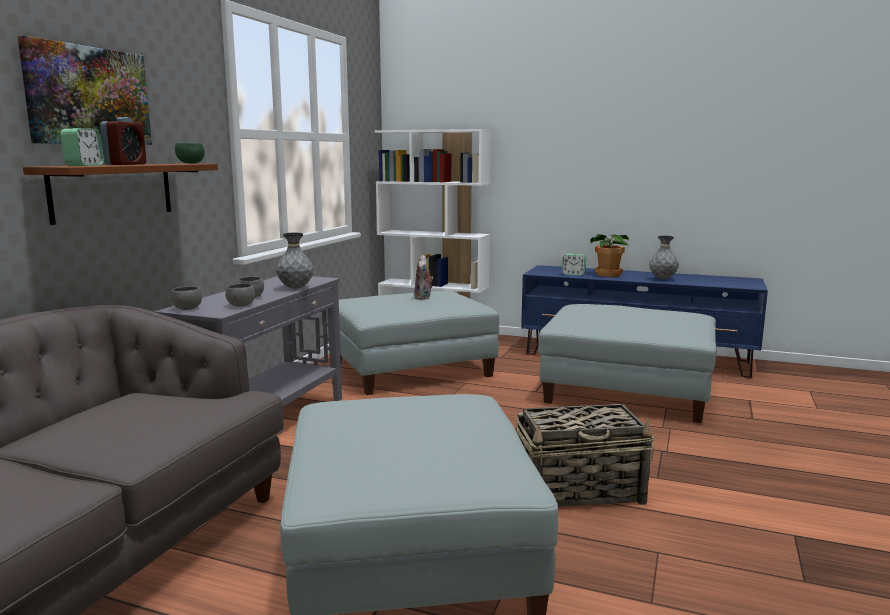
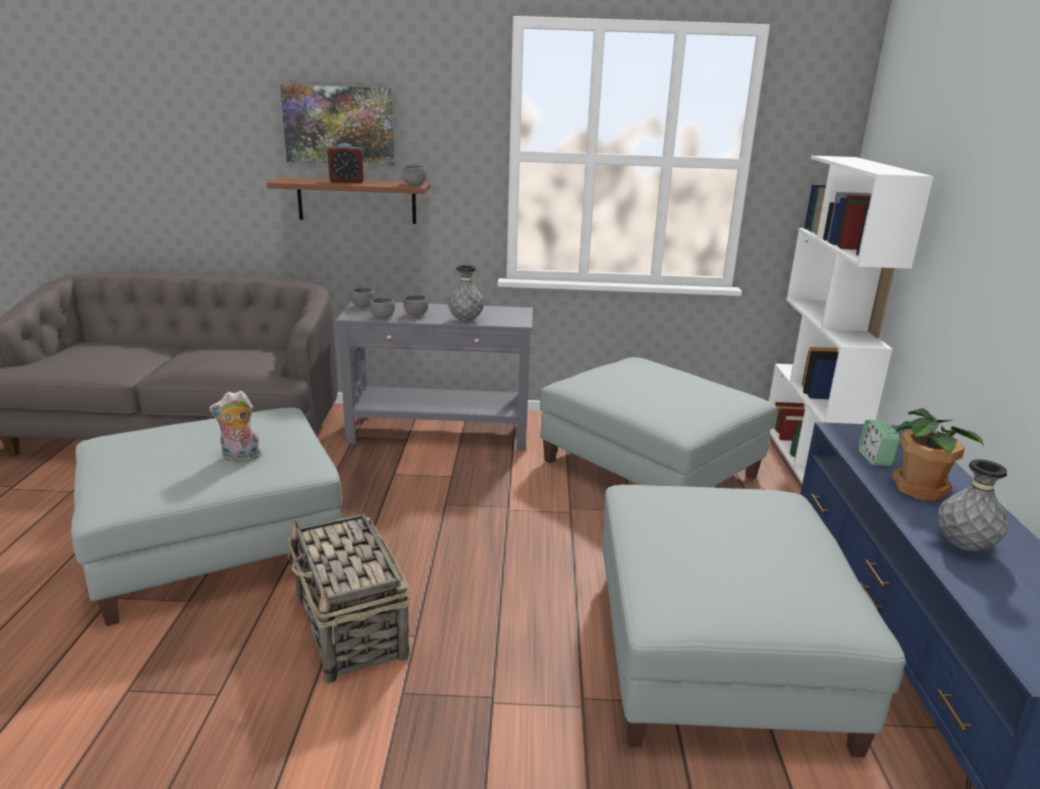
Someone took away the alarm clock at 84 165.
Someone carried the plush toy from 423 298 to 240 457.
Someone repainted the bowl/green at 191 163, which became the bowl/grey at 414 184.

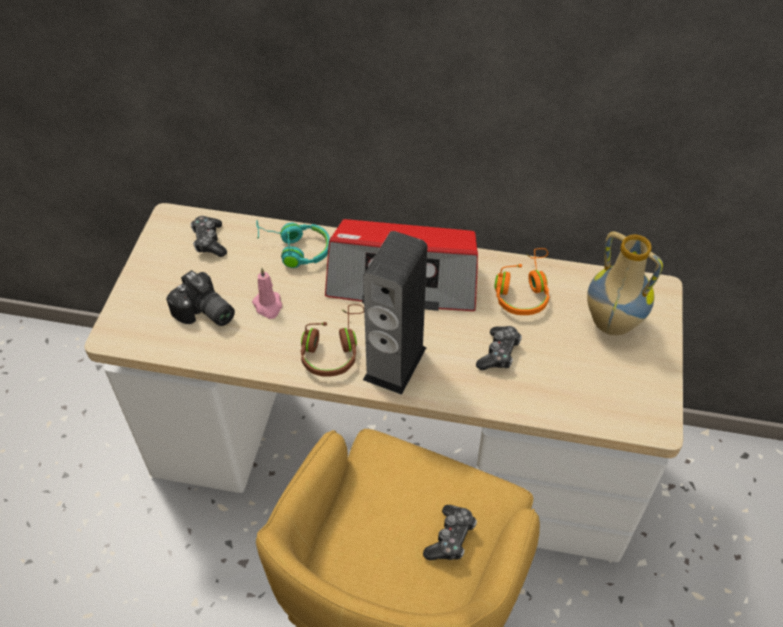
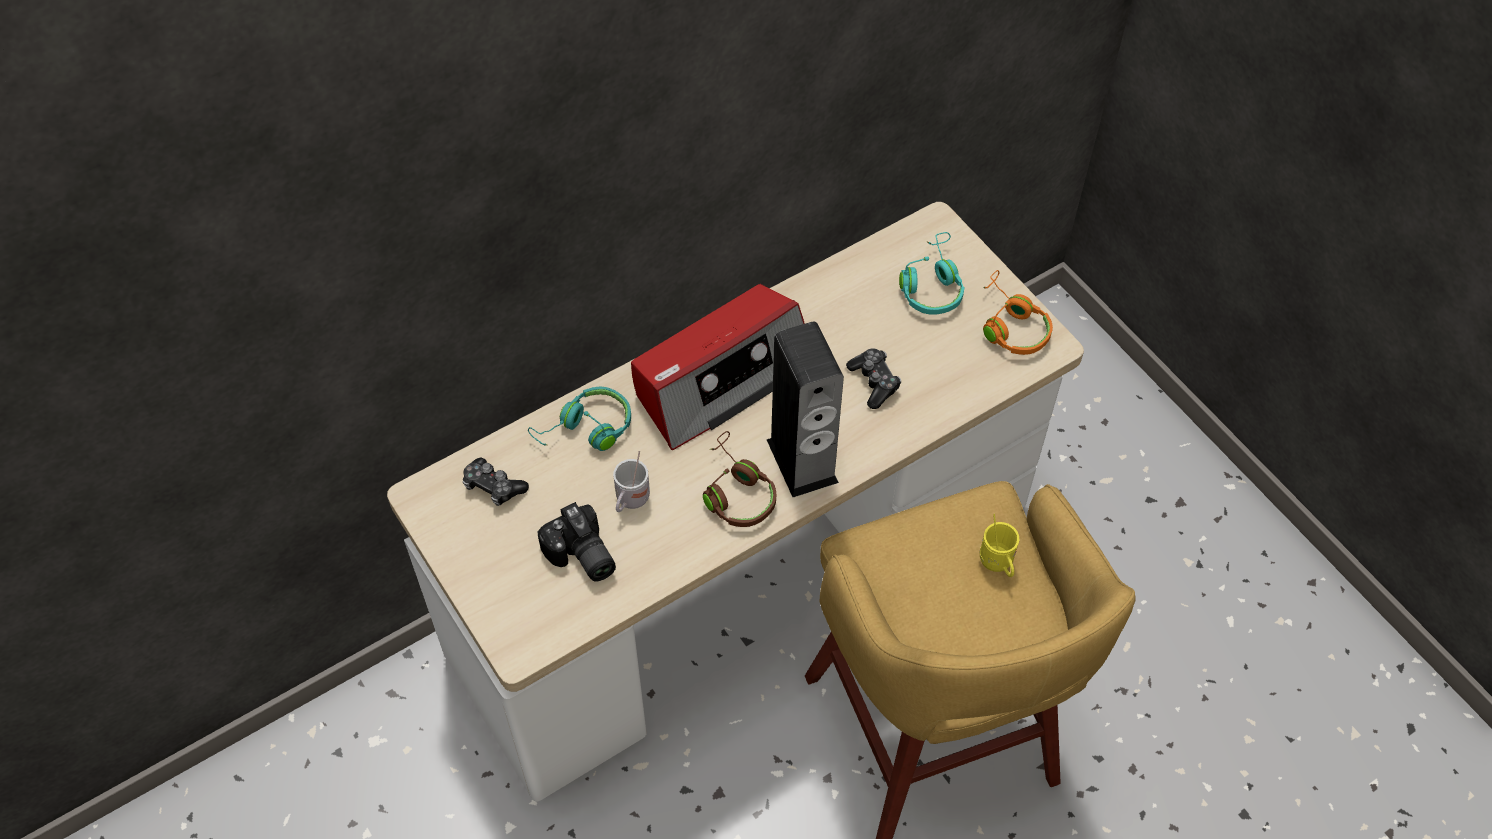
Someone carried the headphones/orange from 523 290 to 1010 325.
Someone swapped the candle/pink at 268 306 for the mug/white at 630 501.
Someone swapped the game controller at 451 538 for the mug/yellow at 998 564.
Someone swapped the vase at 610 323 for the headphones/turquoise at 931 285.
Someone rotated the photo camera at 204 314 by 60 degrees clockwise.

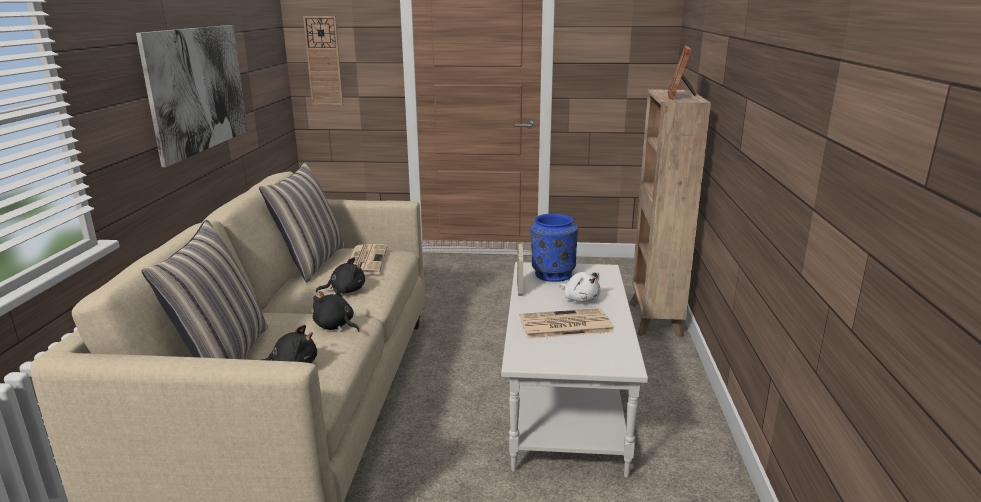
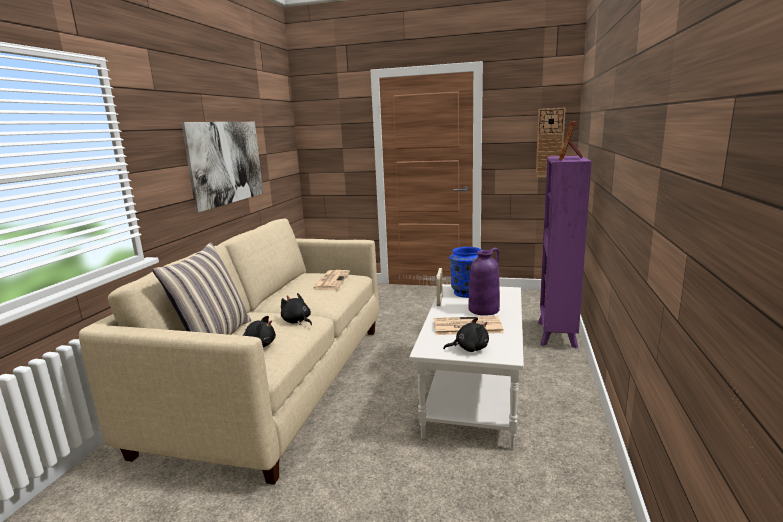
Someone took away the pillow at 311 262.
Someone carried the wall clock from 324 61 to 550 143.
Someone carried the plush toy/black from 345 291 to 469 348.
Someone swapped the plush toy/white at 580 299 for the vase/purple at 484 309.
Someone repainted the bookcase/brown at 655 320, which became the bookcase/purple at 556 335.

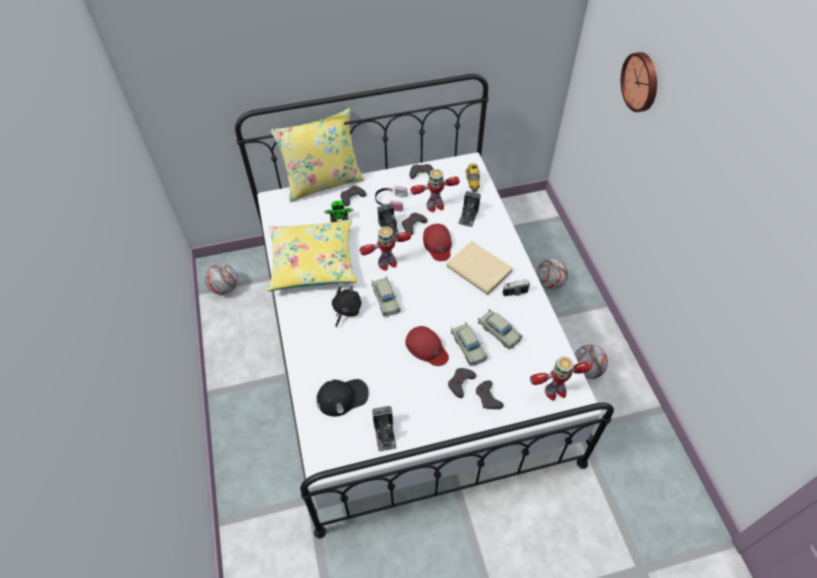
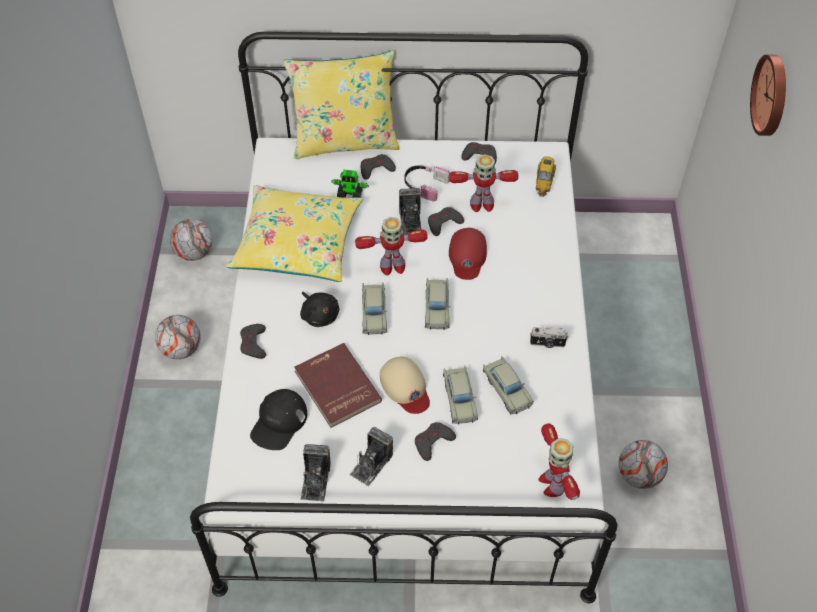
Someone took away the book/beige at 480 268.
Someone put down the book/red at 336 387.
Someone put down the toy car/beige at 437 308.
Someone carried the photo camera from 468 216 to 371 464.
Someone carried the game controller/grey from 488 398 to 253 344.
Someone carried the football from 549 283 to 181 349.
Someone repainted the cap/red at 426 348, which became the cap/beige at 405 387.
Someone rotated the cap/black at 342 397 by 120 degrees clockwise.
Someone rotated the plush toy/black at 346 310 by 105 degrees clockwise.
Someone rotated the toy robot at 555 391 by 75 degrees clockwise.

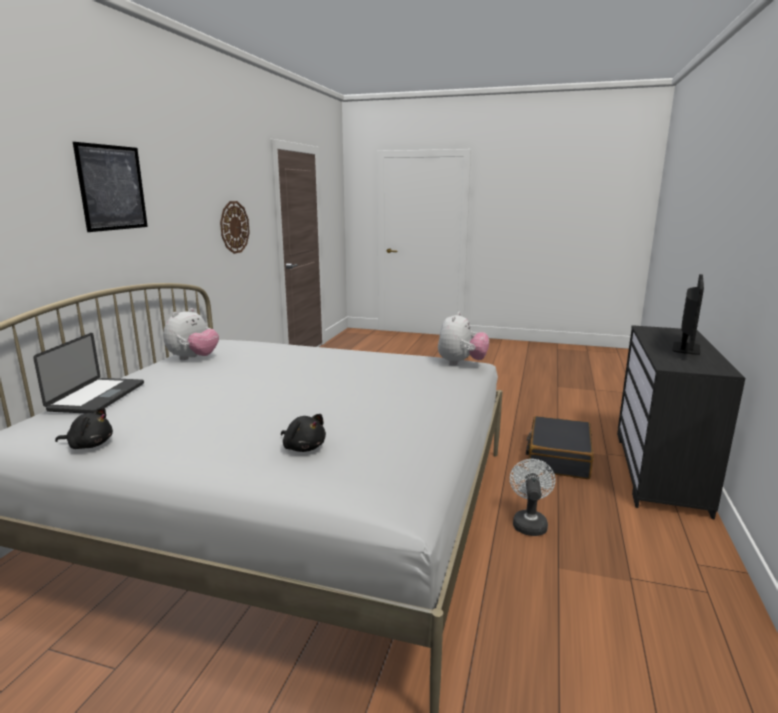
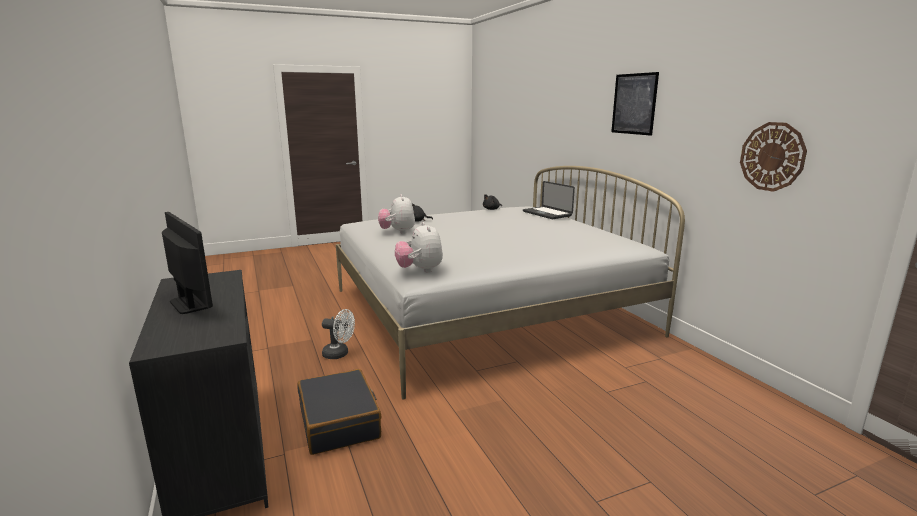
Someone carried the plush toy from 193 358 to 397 232.
Someone rotated the fan/white at 529 522 by 45 degrees counterclockwise.
Someone rotated the monitor at 686 348 by 150 degrees clockwise.

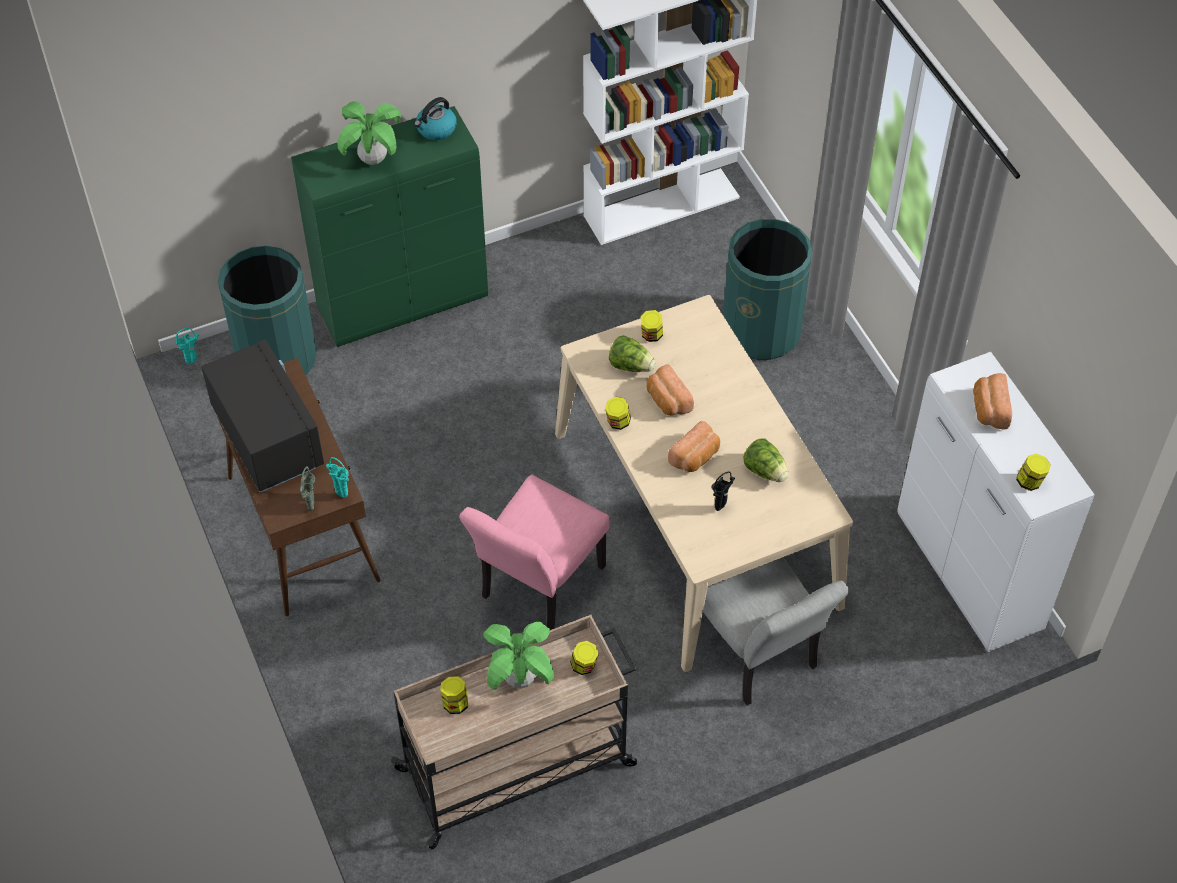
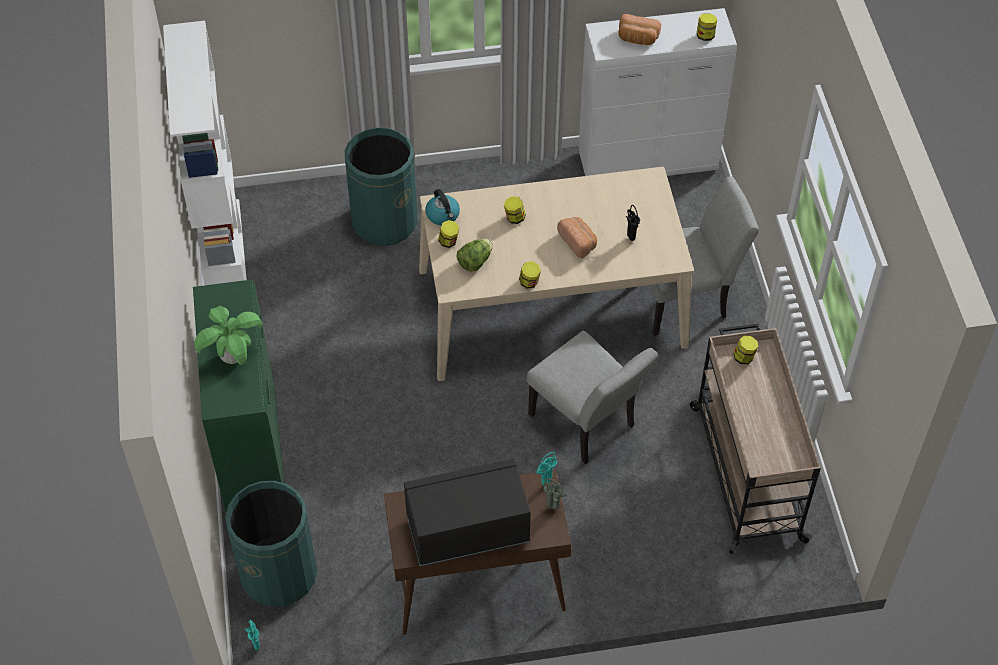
Someone took away the potted plant at 520 679.
Someone took away the bread at 667 400.
Someone took away the lettuce at 765 471.
Someone carried the kettle from 436 129 to 443 215.
Someone carried the jar from 455 703 to 514 218.
Someone repainted the chair/pink at 537 588, which became the chair/grey at 587 425.

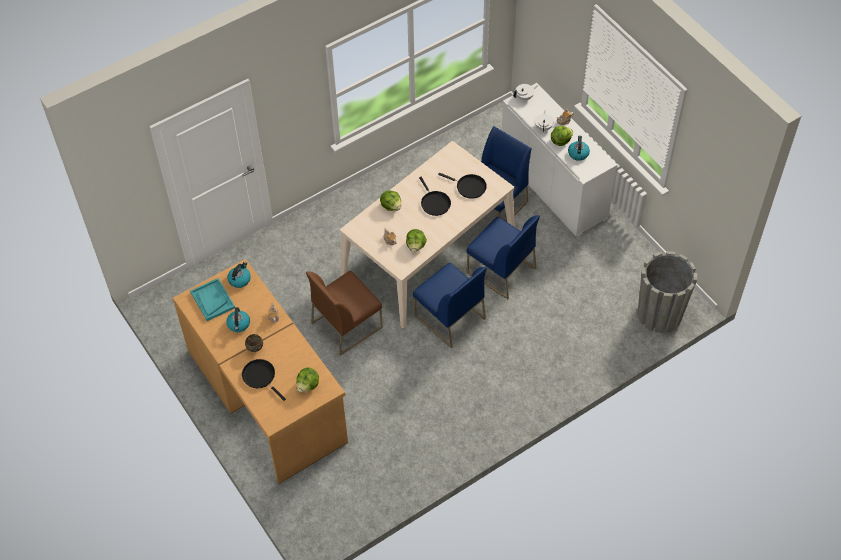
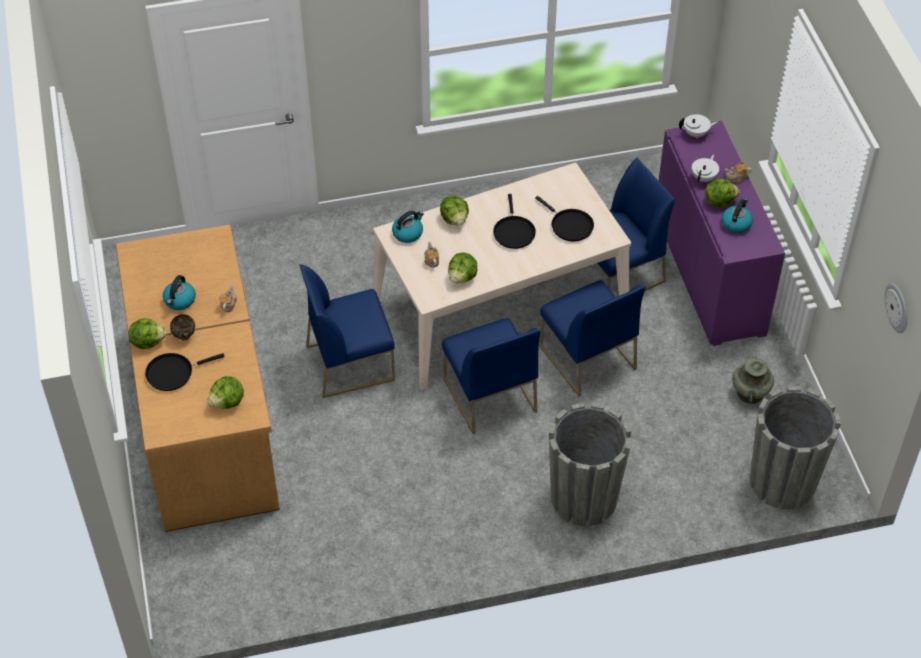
Someone took away the tray/turquoise at 212 300.
Someone put down the lettuce at 148 341.
Someone put down the planter/grey at 584 498.
Someone put down the vase/turquoise at 750 393.
Someone put up the wall clock at 897 307.
Someone carried the kettle from 239 279 to 408 233.
Someone repainted the chair/brown at 346 324, which became the chair/blue at 351 362.
Someone repainted the cabinet/white at 553 186, which became the cabinet/purple at 708 273.
Someone rotated the frying pan/black at 260 377 by 90 degrees counterclockwise.

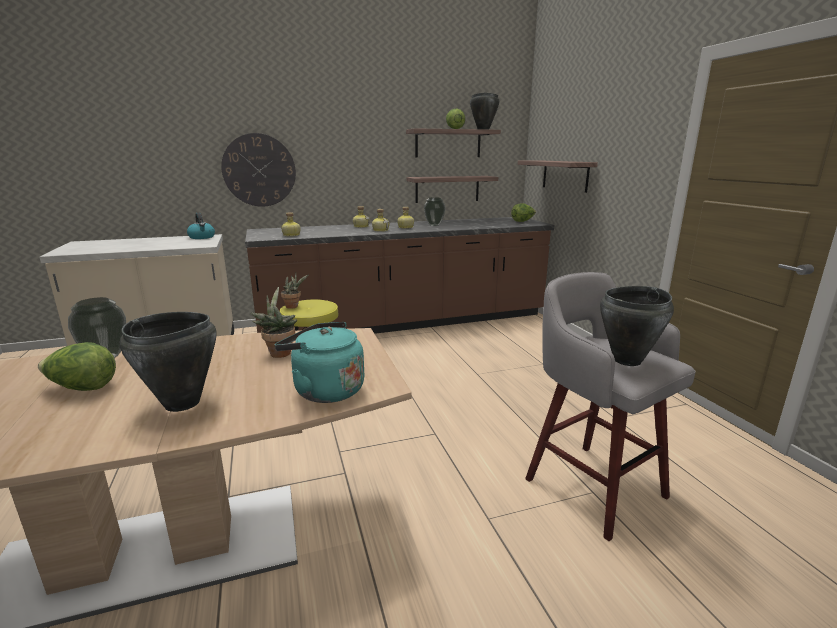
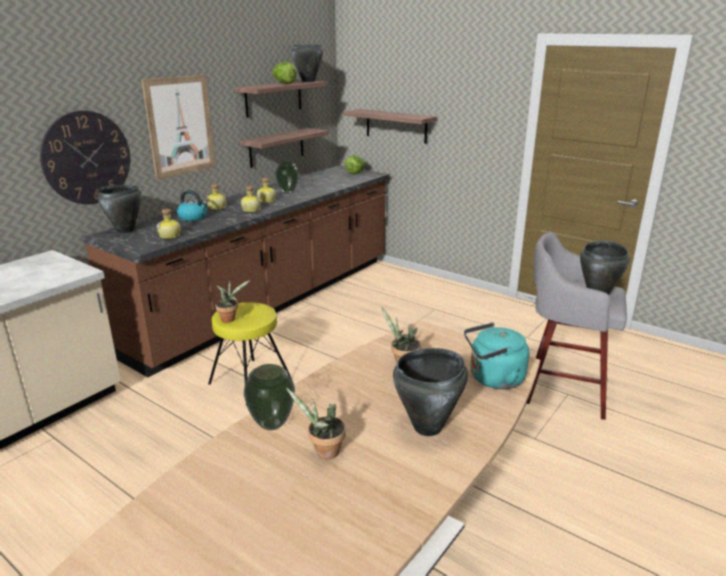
Someone put down the cooking pot/black at 125 230.
Someone put up the picture at 180 126.
Someone carried the kettle from 202 237 to 193 217.
Someone swapped the lettuce at 82 388 for the potted plant at 323 452.

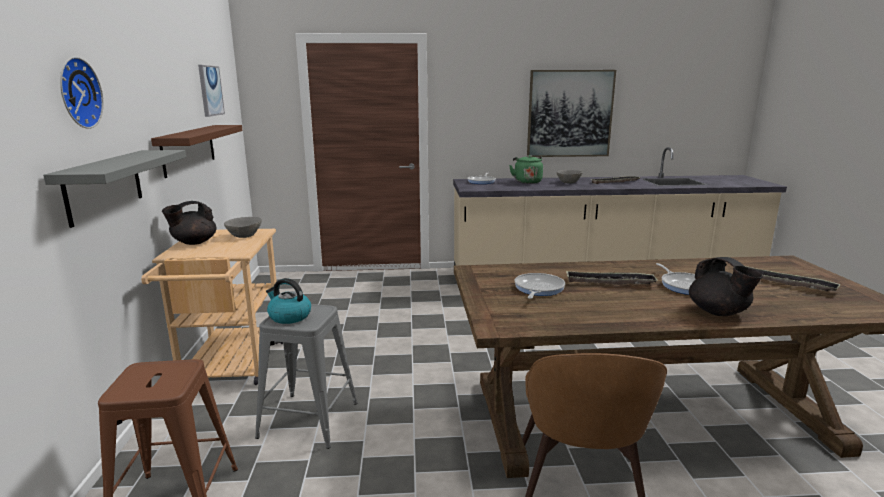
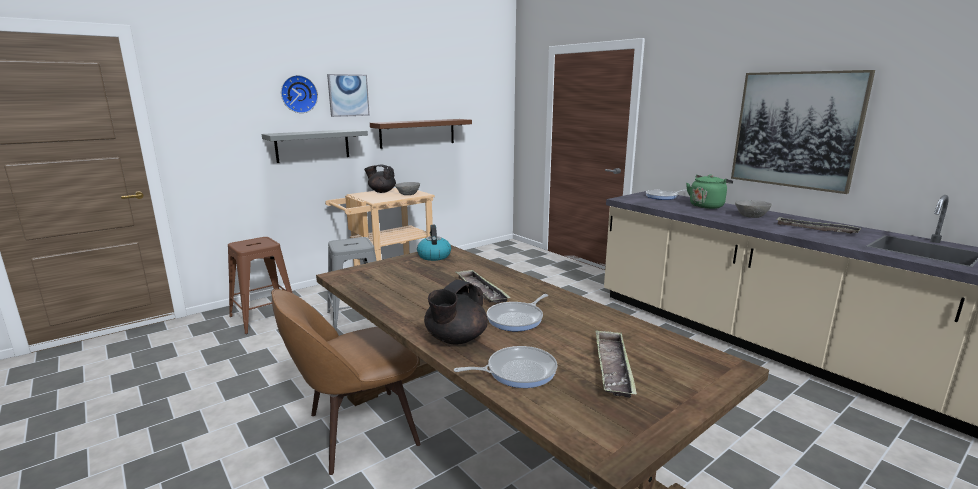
Someone carried the picture from 210 90 to 348 95.
Someone carried the kettle from 289 316 to 434 256.
Someone carried the frying pan from 538 289 to 517 371.

